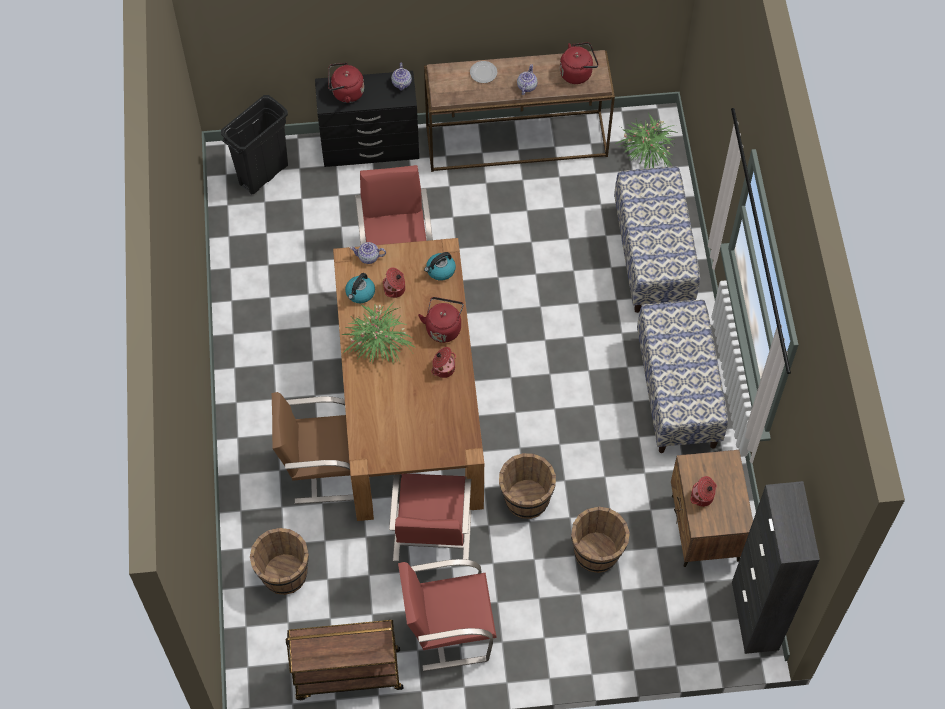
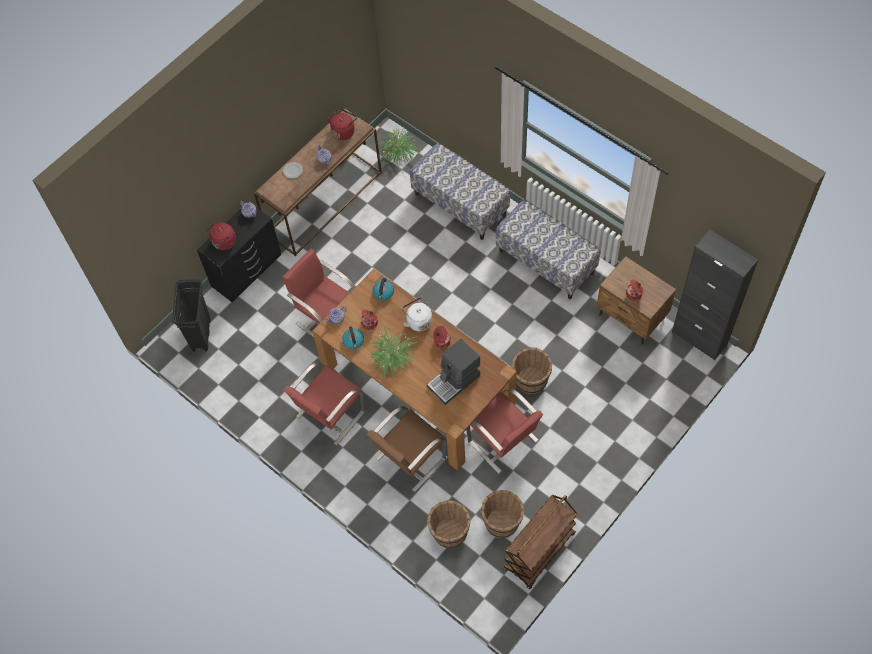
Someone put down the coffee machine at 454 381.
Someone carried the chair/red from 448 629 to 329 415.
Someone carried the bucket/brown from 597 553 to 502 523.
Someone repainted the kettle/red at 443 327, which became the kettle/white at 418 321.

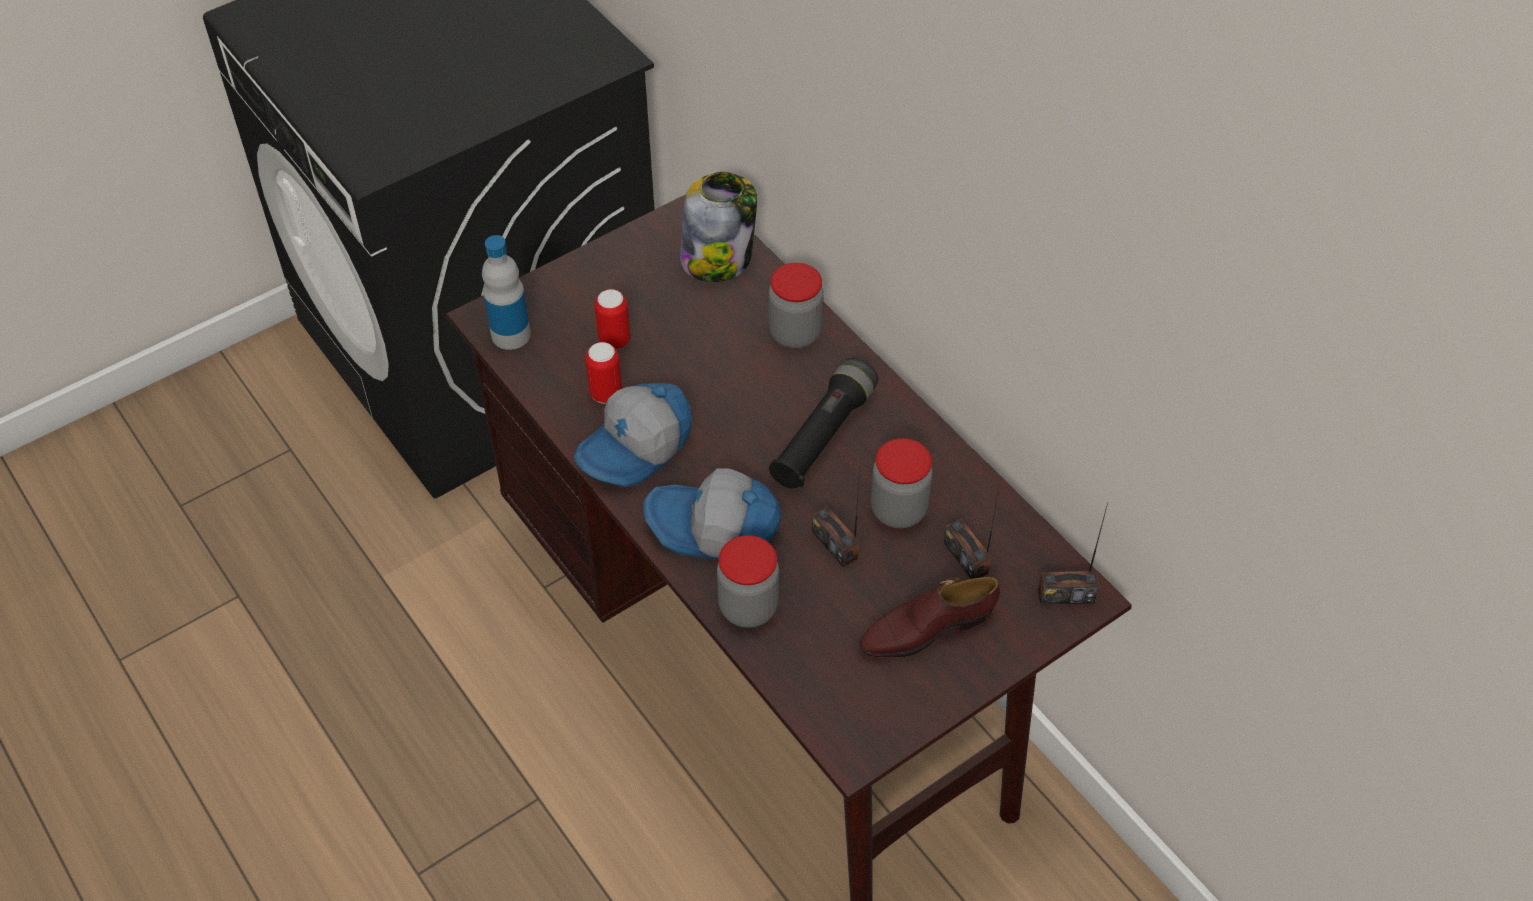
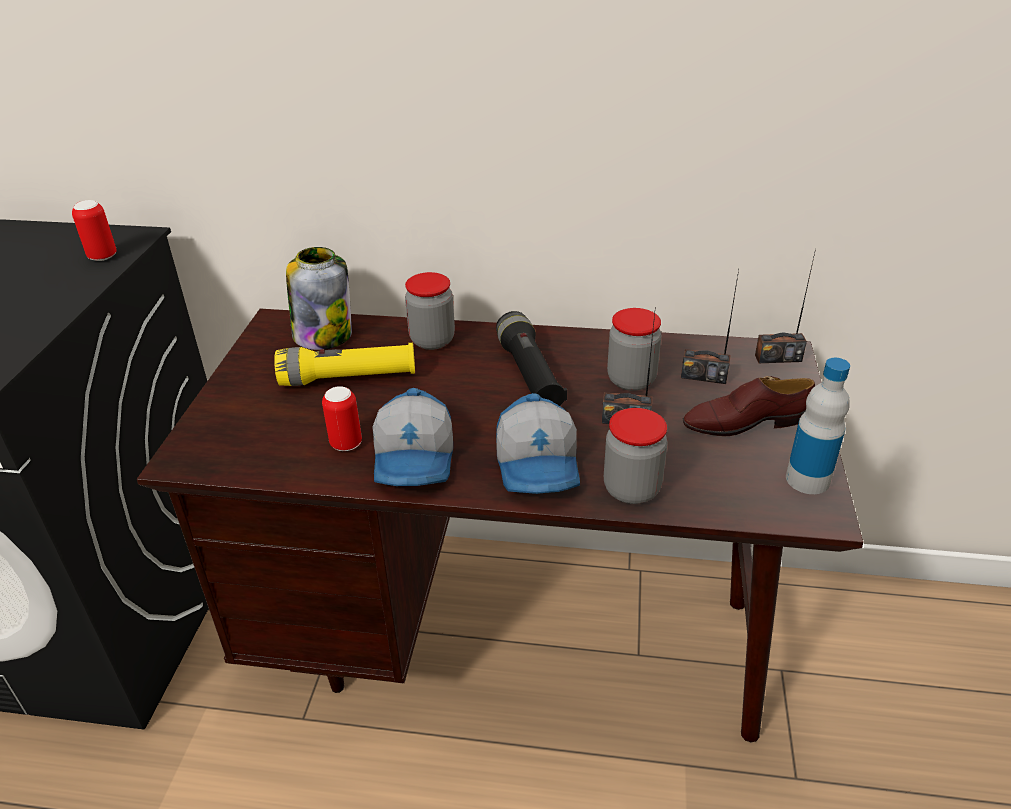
Someone put down the flashlight/yellow at 348 378.
Someone carried the bottle from 511 334 to 807 479.
Someone carried the can from 614 340 to 102 256.
Someone rotated the cap at 713 528 by 60 degrees counterclockwise.
Someone rotated the shoe/brown at 926 628 by 60 degrees clockwise.
Someone rotated the radio at 1066 595 by 45 degrees clockwise.

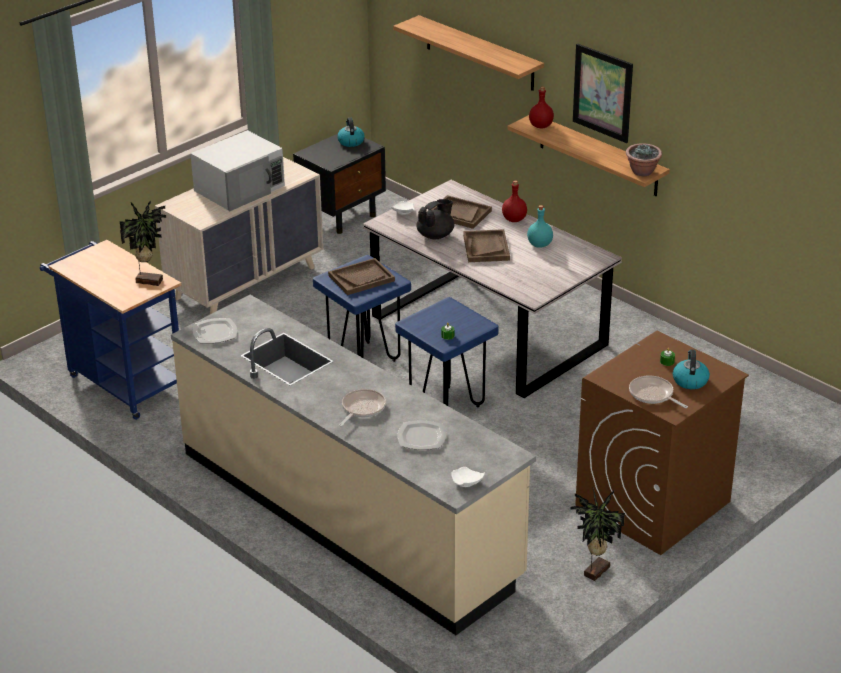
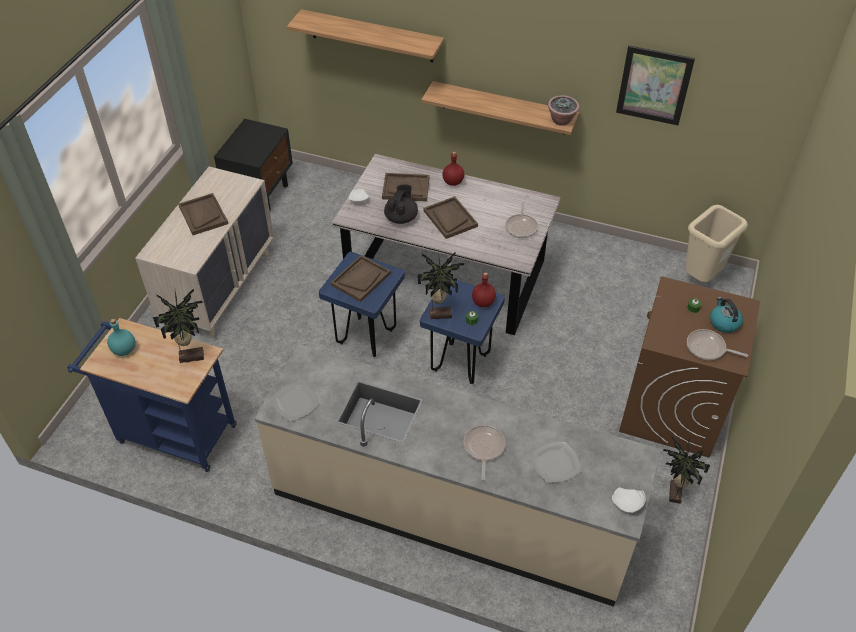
Someone took away the kettle at 350 141.
Someone put down the potted plant at 440 313.
Someone put down the frying pan at 521 227.
Someone put down the trash can/beige at 701 277.
Someone carried the bottle/turquoise from 539 244 to 124 350.
Someone carried the bottle/red from 541 126 to 483 302.
Someone carried the picture from 602 93 to 654 85.
Someone swapped the microwave/white at 240 188 for the tray/brown at 203 215.

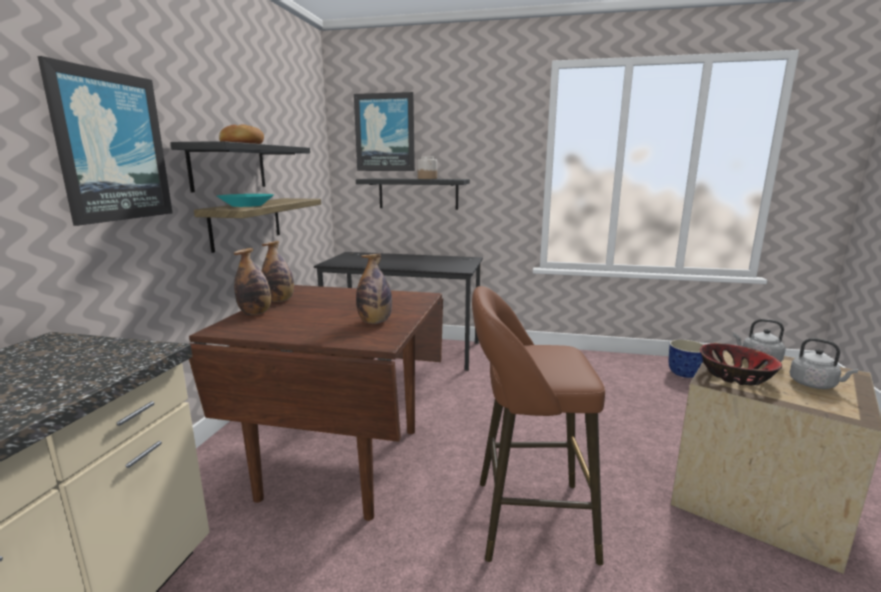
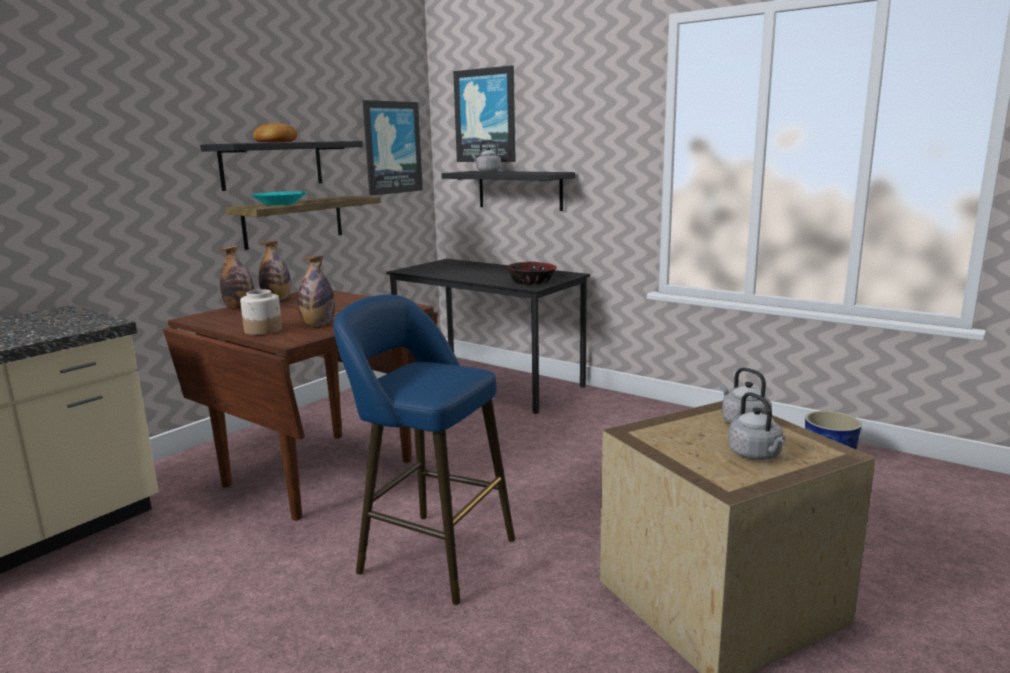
Someone put down the kettle/grey at 487 172.
Someone carried the picture from 112 147 to 392 147.
Someone carried the jar from 427 178 to 264 330.
Someone carried the bowl from 735 376 to 531 282.
Someone repainted the stool/brown at 525 519, which became the stool/blue at 429 553.

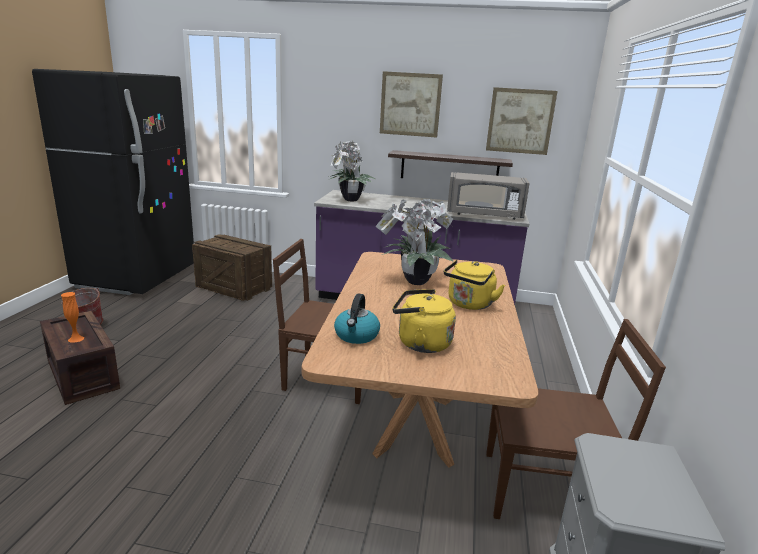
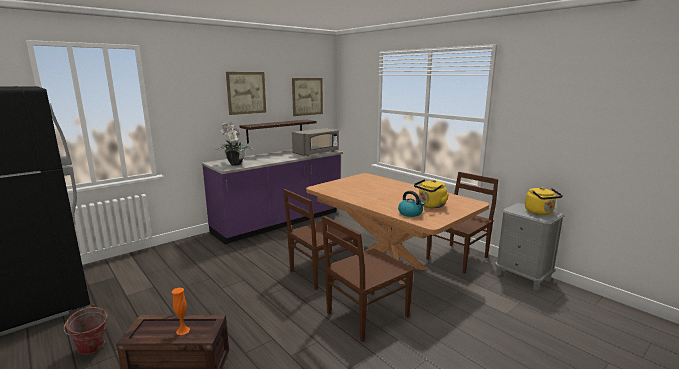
Someone took away the crate at 234 287.
Someone took away the potted plant at 413 281.
Someone put down the chair/brown at 365 315.
Someone carried the kettle/yellow from 469 304 to 540 212.

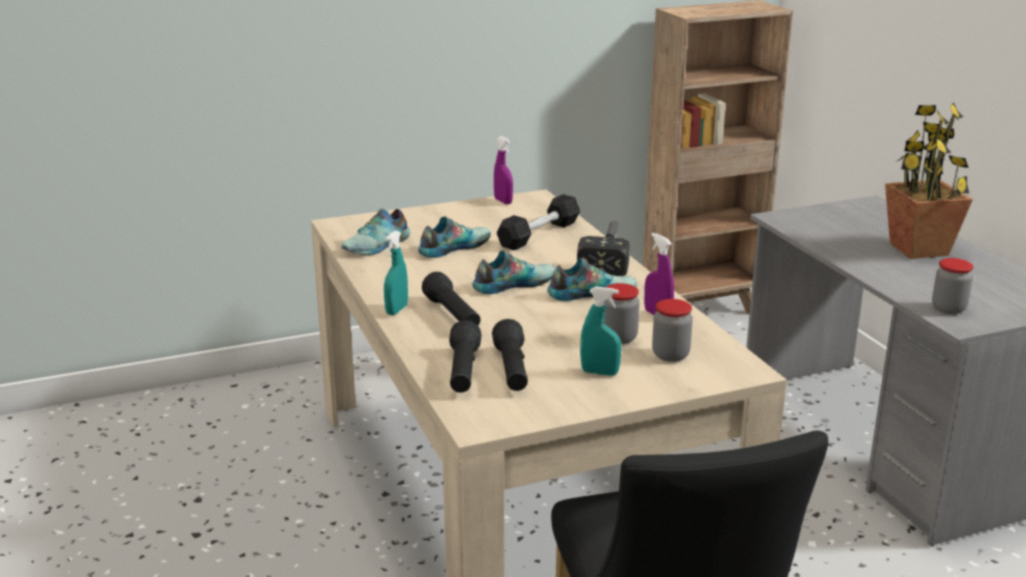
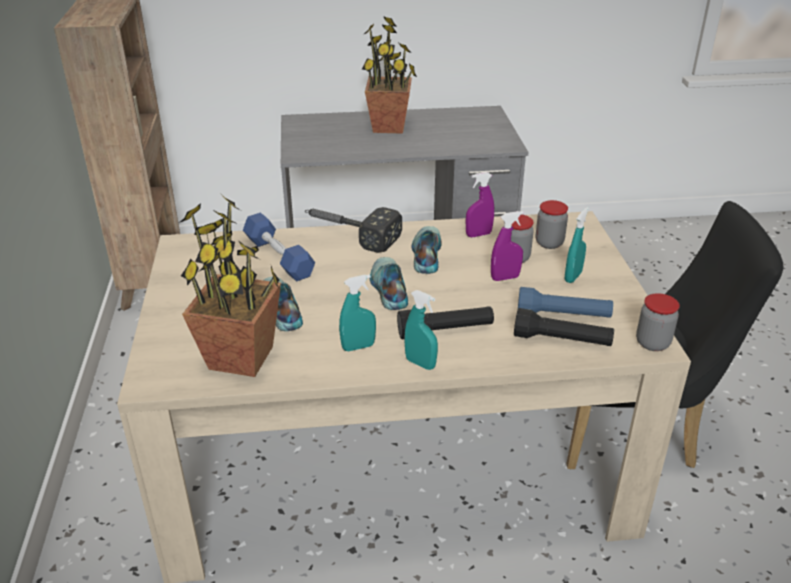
Someone put down the spray bottle/turquoise at 358 347.
Someone carried the spray bottle/purple from 503 201 to 505 278.
Someone carried the jar from 948 308 to 652 343.
Someone swapped the shoe at 378 245 for the potted plant at 242 358.
Someone repainted the flashlight/black at 512 370, which became the flashlight/blue at 563 316.
Someone repainted the dumbbell/black at 539 234, which became the dumbbell/blue at 279 257.

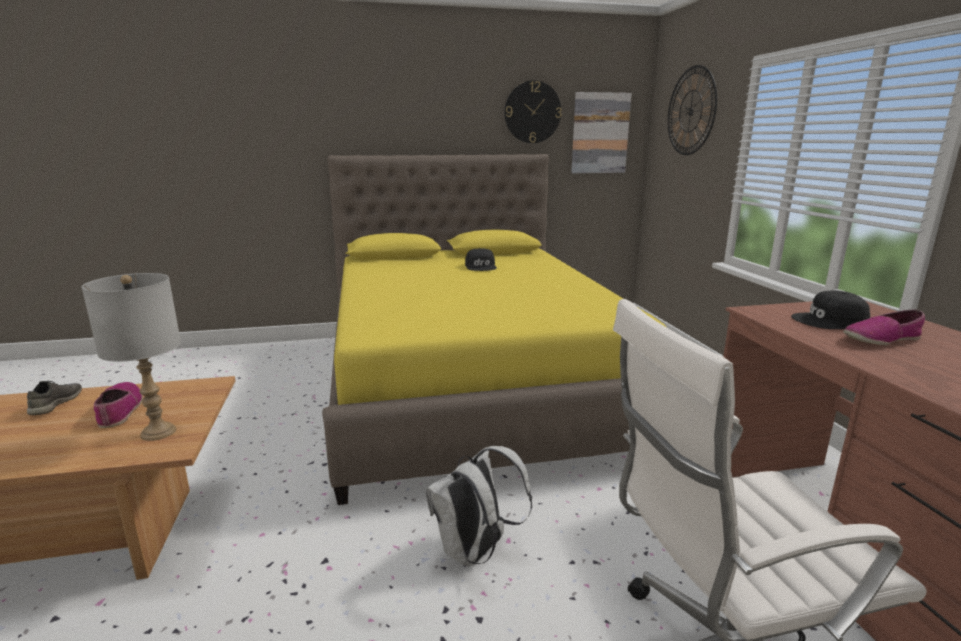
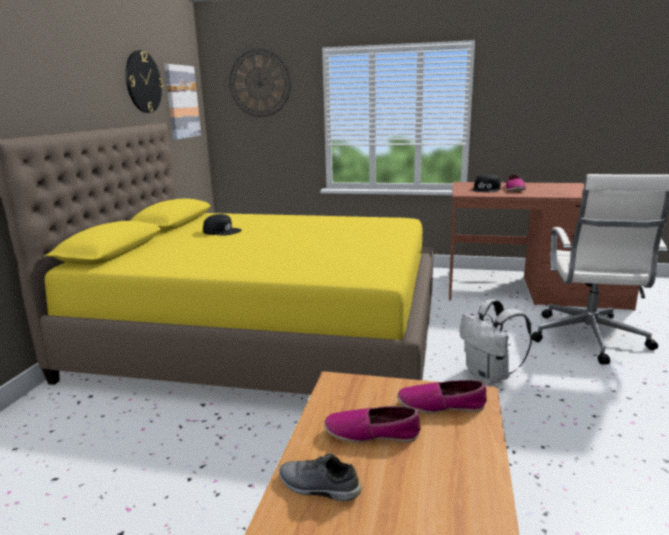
Someone swapped the table lamp/grey at 158 432 for the shoe at 441 405.

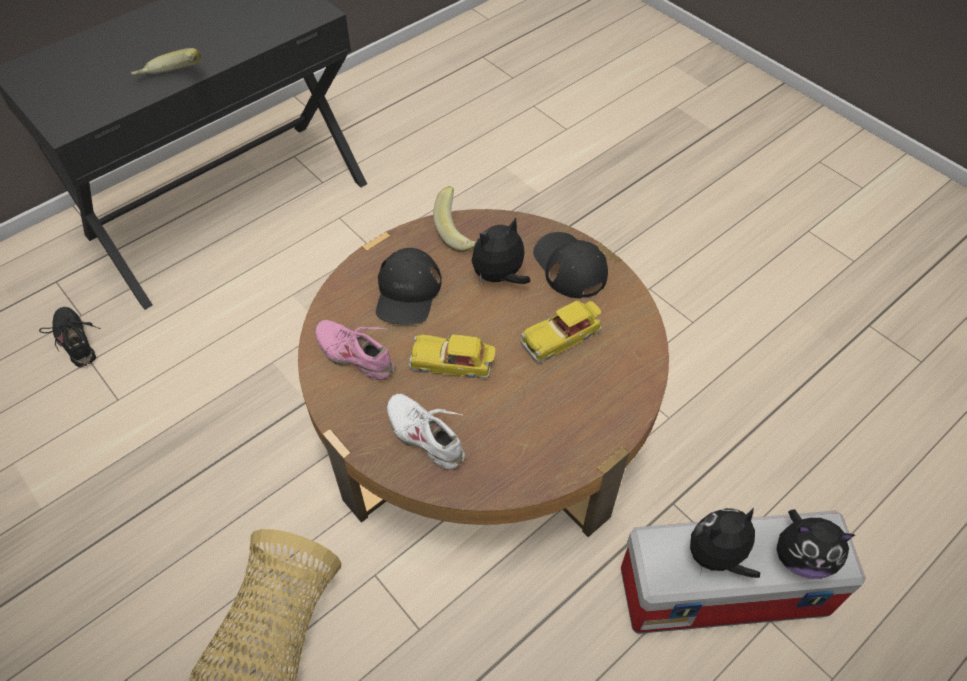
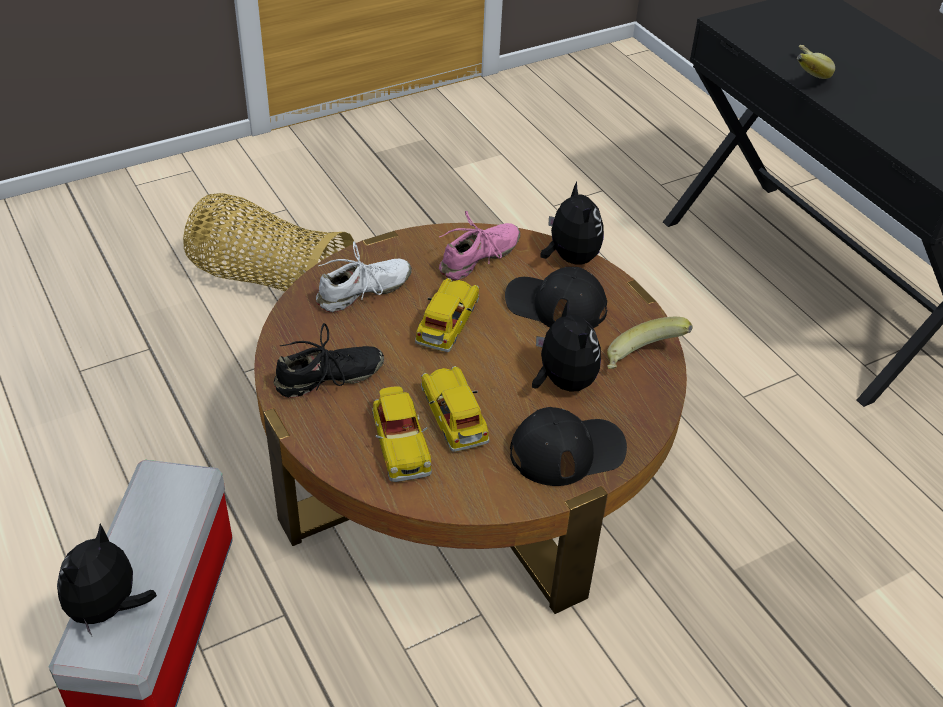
Someone put down the toy car at 400 443.
Someone carried the shoe/black from 77 341 to 329 379.
Someone carried the plush toy from 716 557 to 570 258.

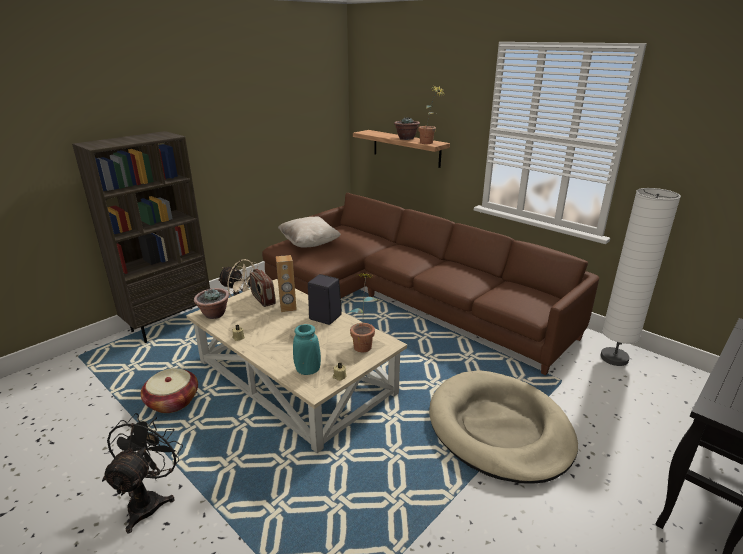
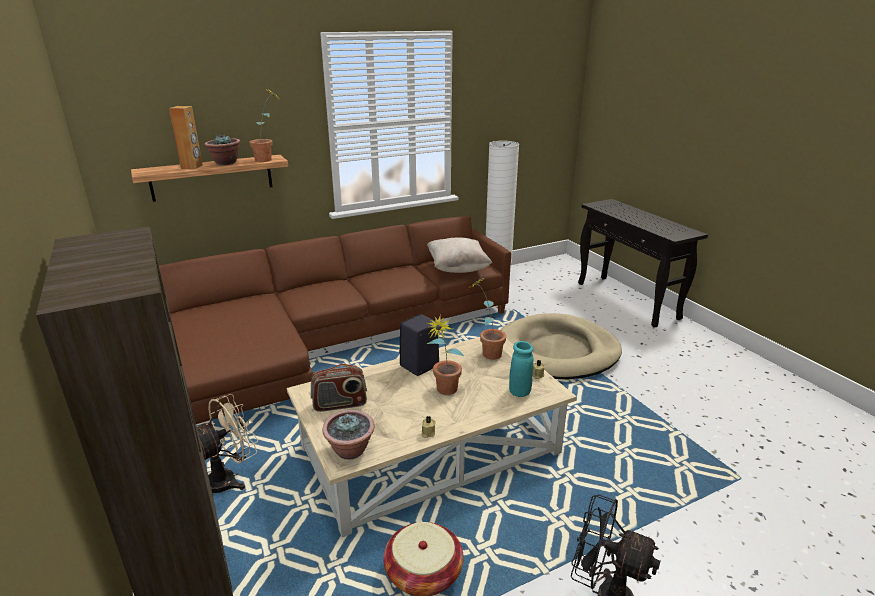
Someone put down the potted plant at 444 392.
Someone carried the speaker/brown from 288 308 to 192 167.
Someone carried the pillow/beige from 309 243 to 457 269.

